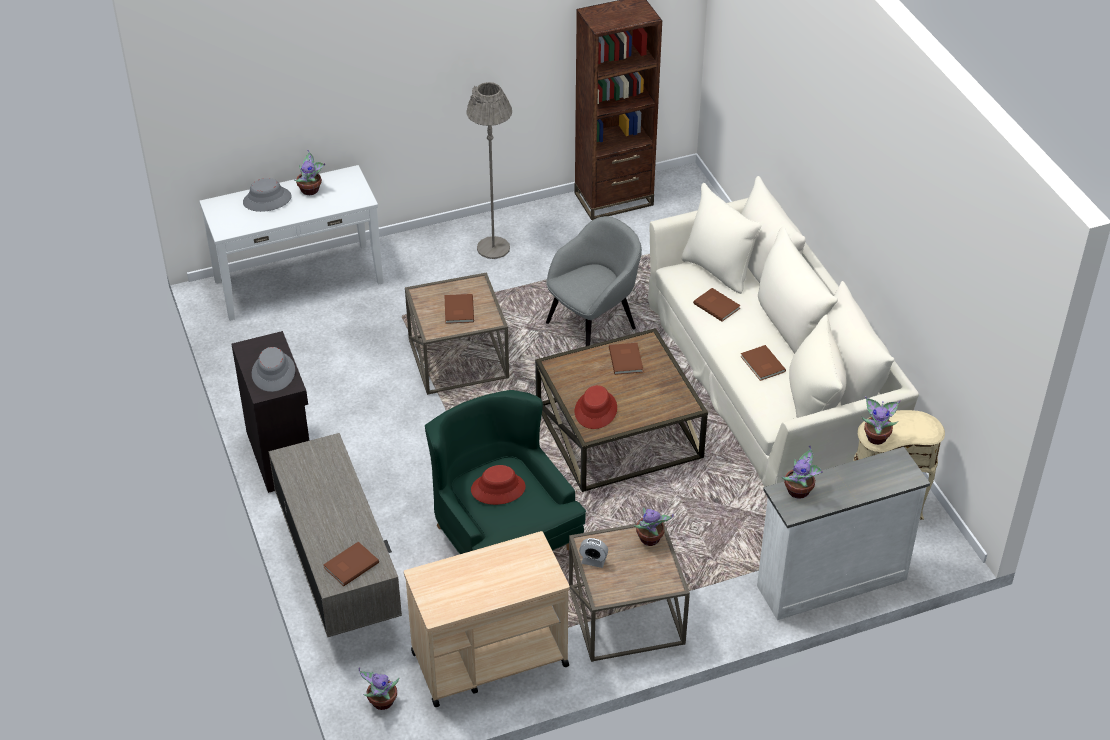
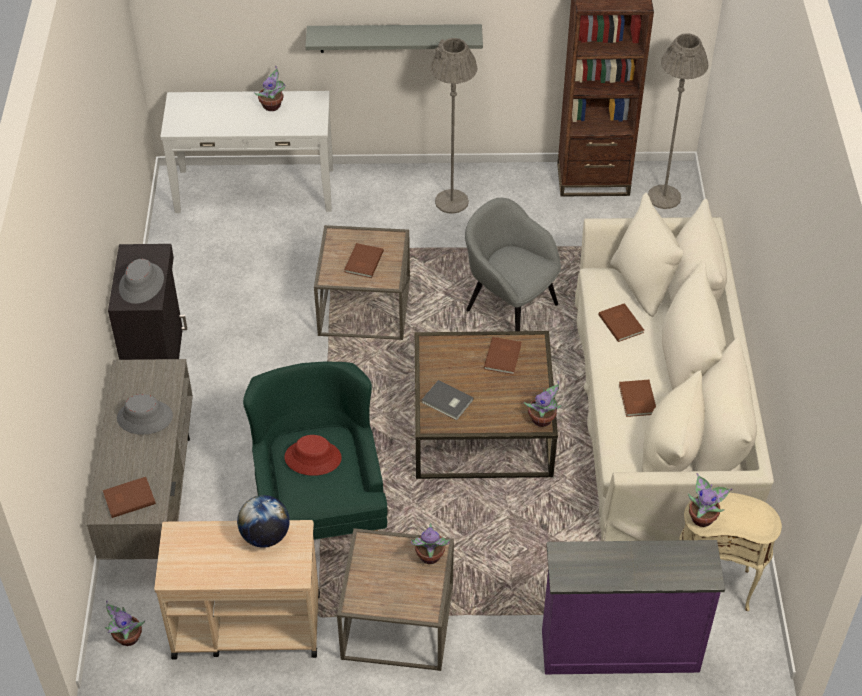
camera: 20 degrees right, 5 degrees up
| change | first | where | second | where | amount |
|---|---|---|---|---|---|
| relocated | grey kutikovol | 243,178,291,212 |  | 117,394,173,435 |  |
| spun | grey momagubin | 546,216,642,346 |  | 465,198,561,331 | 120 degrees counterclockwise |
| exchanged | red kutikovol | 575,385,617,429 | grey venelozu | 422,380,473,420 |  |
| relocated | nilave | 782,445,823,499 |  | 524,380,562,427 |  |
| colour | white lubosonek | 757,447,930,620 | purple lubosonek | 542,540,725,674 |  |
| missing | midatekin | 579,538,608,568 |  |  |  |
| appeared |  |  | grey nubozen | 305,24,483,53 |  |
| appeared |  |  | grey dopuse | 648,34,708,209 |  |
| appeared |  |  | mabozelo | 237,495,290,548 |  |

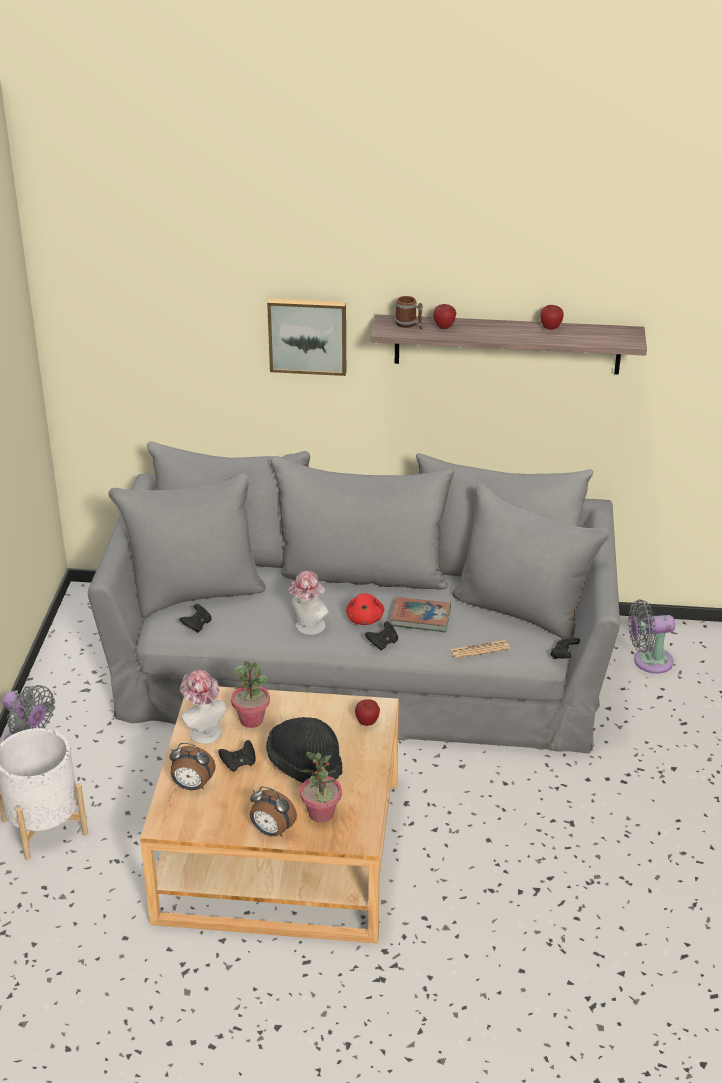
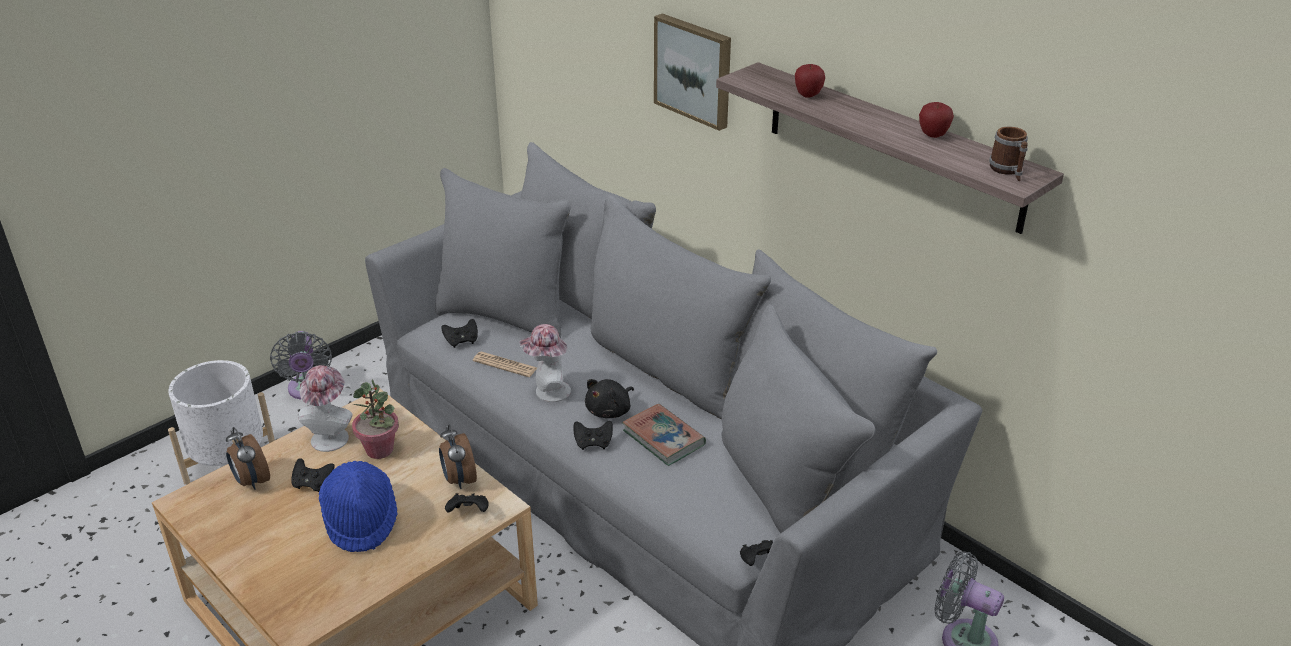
camera: 40 degrees right, 0 degrees up
| change | first | where | second | where | amount |
|---|---|---|---|---|---|
| relocated | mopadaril | 395,296,423,329 |  | 989,127,1028,182 |  |
| colour | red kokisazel | 346,593,384,625 | black kokisazel | 585,379,634,418 |  |
| relocated | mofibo | 450,640,510,659 |  | 473,351,537,377 |  |
| exchanged | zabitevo | 355,699,380,726 | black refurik | 445,493,489,512 |  |
| colour | black kutikovol | 266,717,343,783 | blue kutikovol | 319,461,398,552 |  |
| missing | nilave | 300,752,342,823 |  |  |  |
| relocated | midatekin | 250,786,297,837 |  | 439,424,477,489 |  |

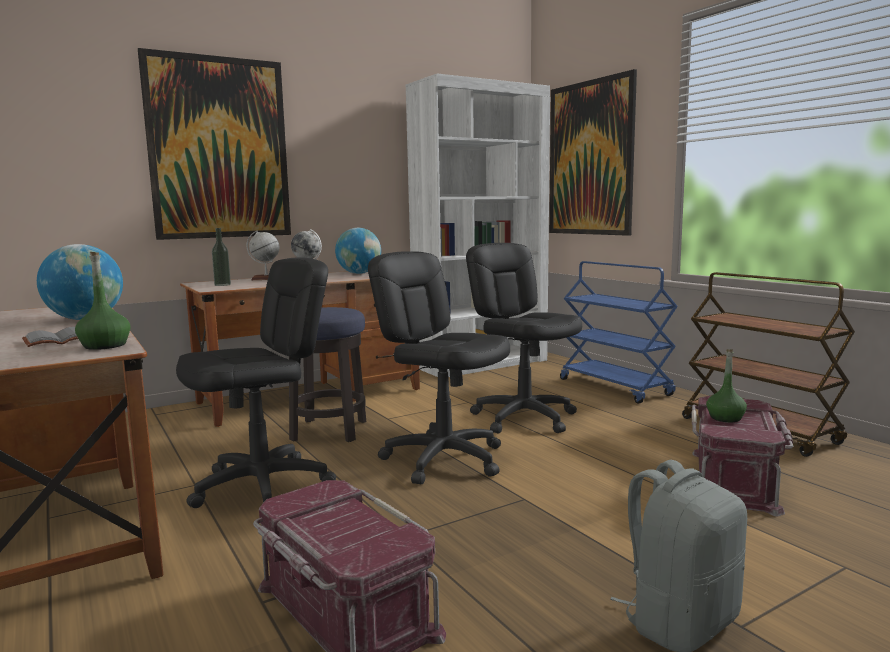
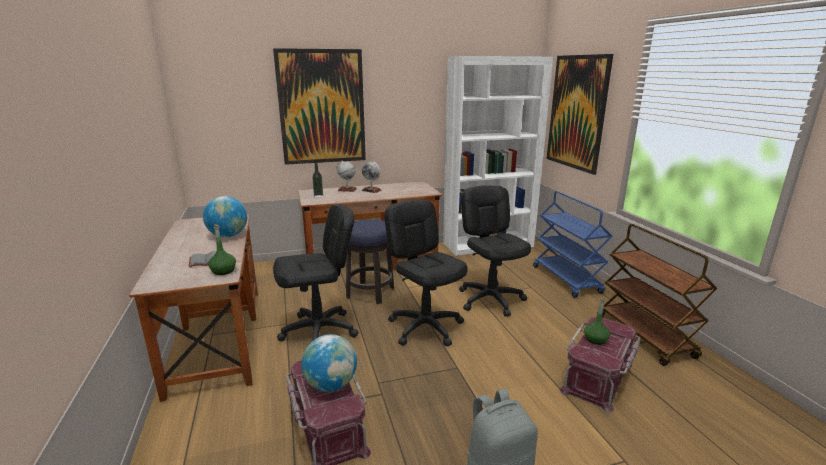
camera: 15 degrees right, 10 degrees up
| change | first | where | second | where | amount |
|---|---|---|---|---|---|
| relocated | mabozelo | 335,228,381,274 |  | 301,334,357,392 |  |

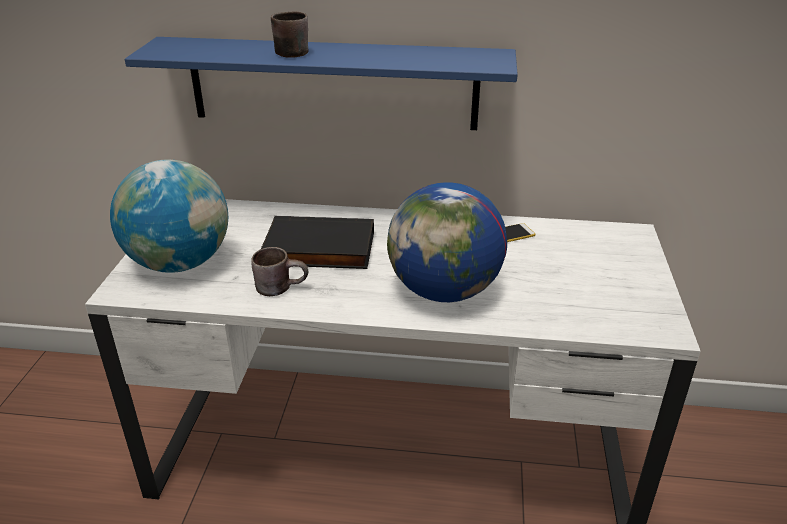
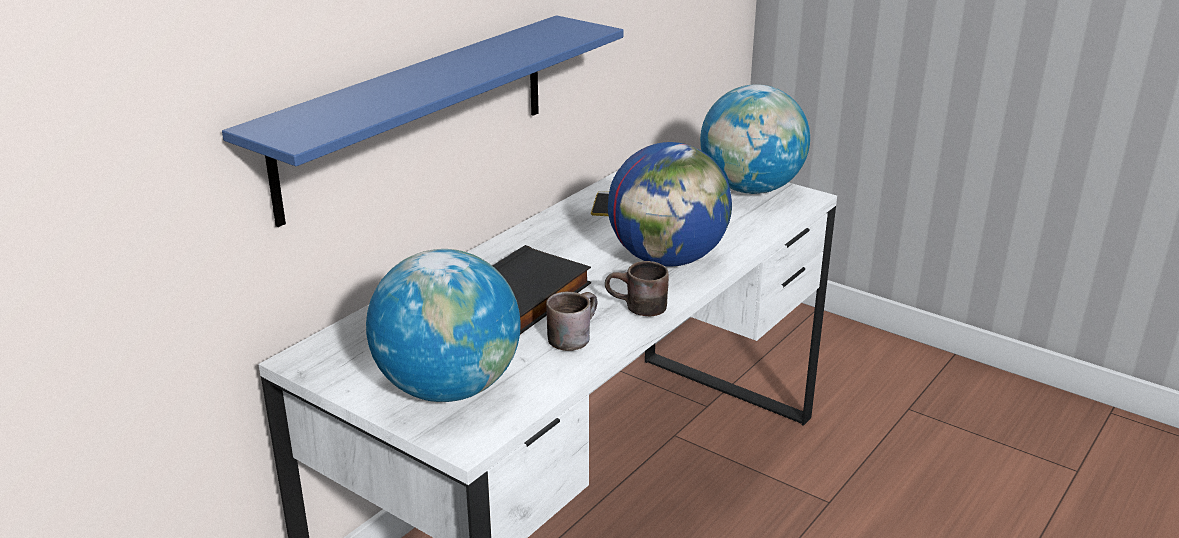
camera: 60 degrees left, 5 degrees down
| change | first | where | second | where | amount |
|---|---|---|---|---|---|
| relocated | brown mopadaril | 271,12,308,58 |  | 605,261,669,316 |  |
| appeared |  |  | mabozelo | 700,84,810,194 |  |

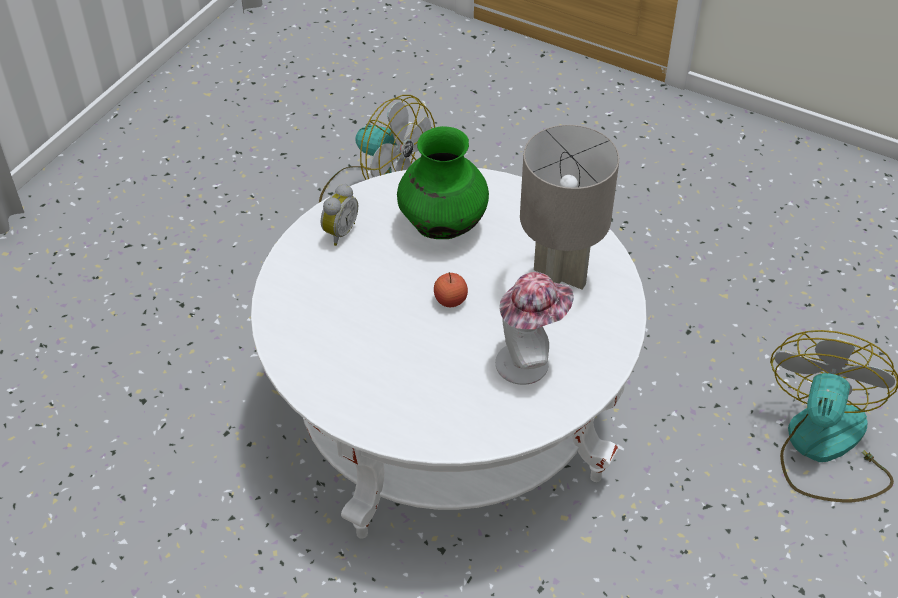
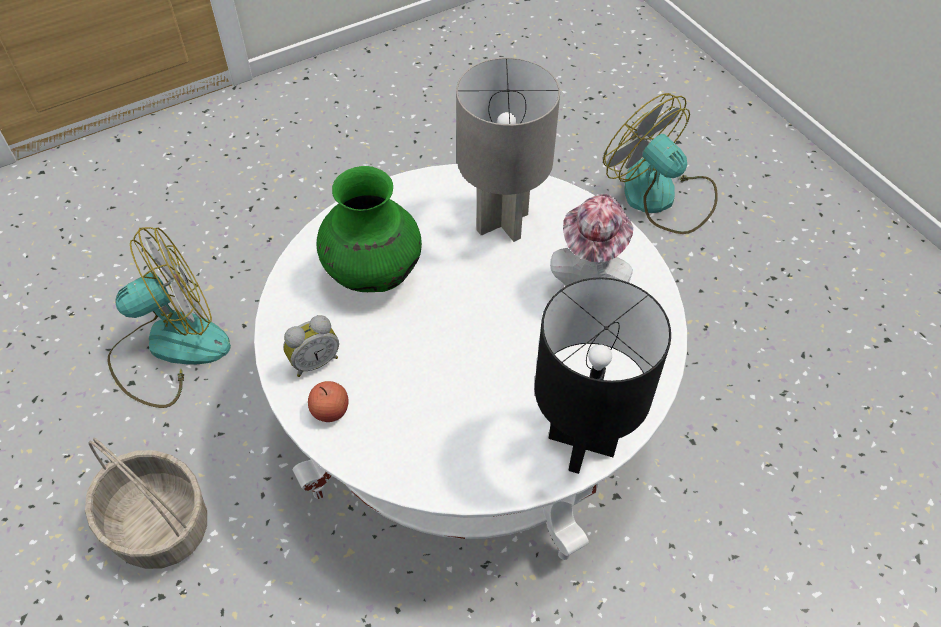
camera: 60 degrees left, 5 degrees up
| change | first | where | second | where | amount |
|---|---|---|---|---|---|
| spun | midatekin | 321,184,358,246 |  | 283,315,339,377 | 90 degrees clockwise |
| relocated | zabitevo | 434,272,468,307 |  | 308,381,349,422 |  |
| appeared |  |  | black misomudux | 535,277,671,474 |  |
| appeared |  |  | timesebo | 85,438,207,569 |  |

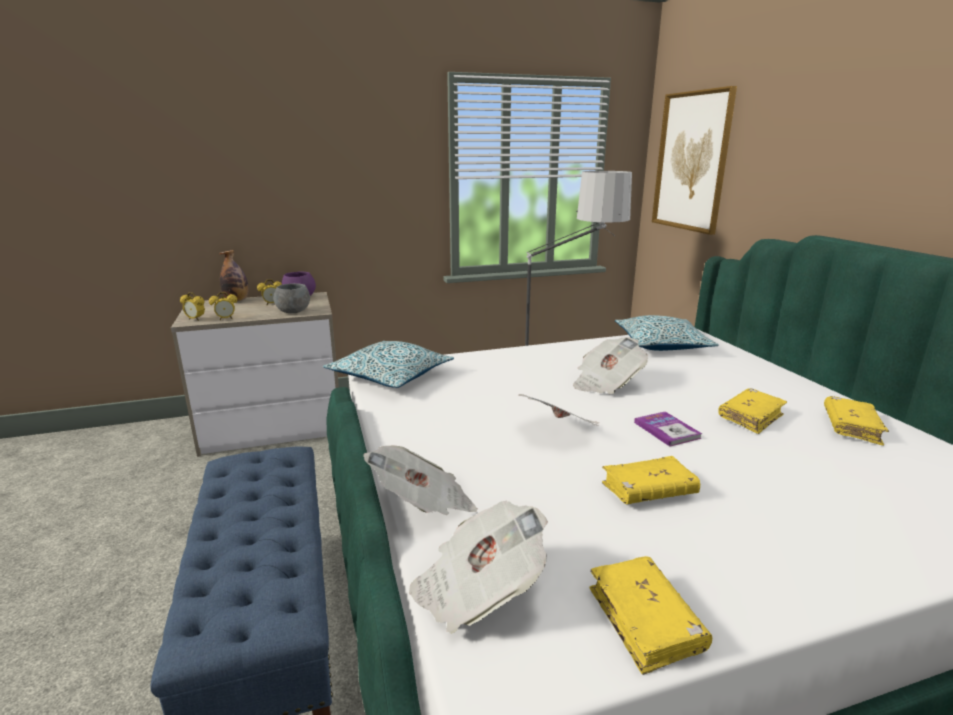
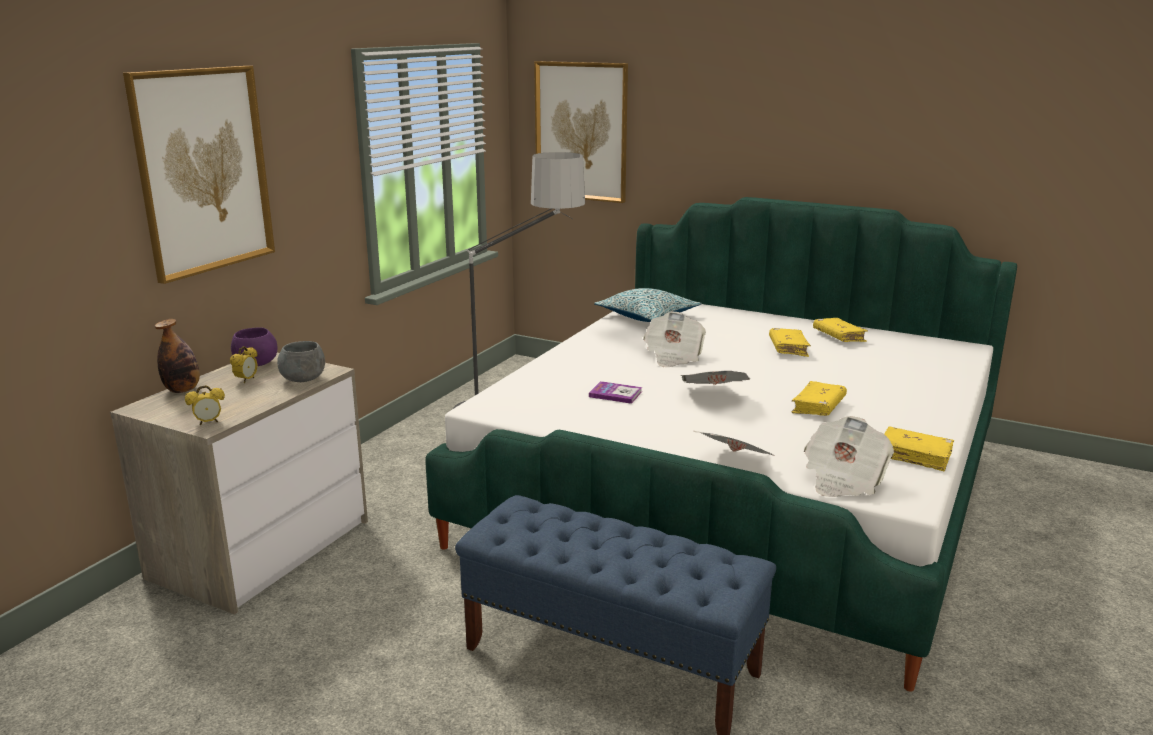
camera: 45 degrees left, 0 degrees up
| change | first | where | second | where | amount |
|---|---|---|---|---|---|
| missing | midatekin | 209,292,237,320 |  |  |  |
| missing | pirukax | 323,341,454,388 |  |  |  |
| relocated | venelozu | 634,411,702,447 |  | 589,381,642,404 |  |
| appeared |  |  | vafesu | 123,66,275,284 |  |

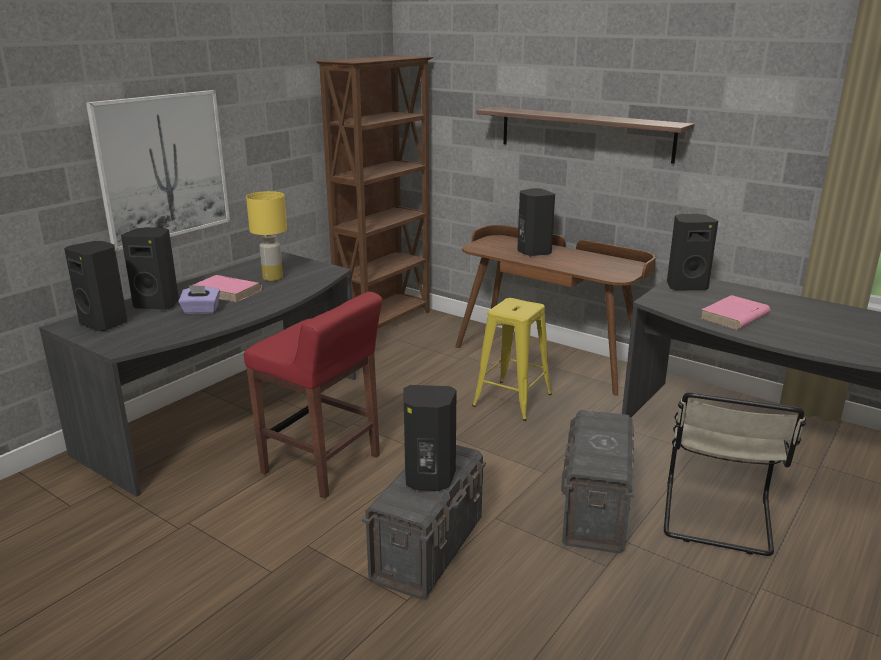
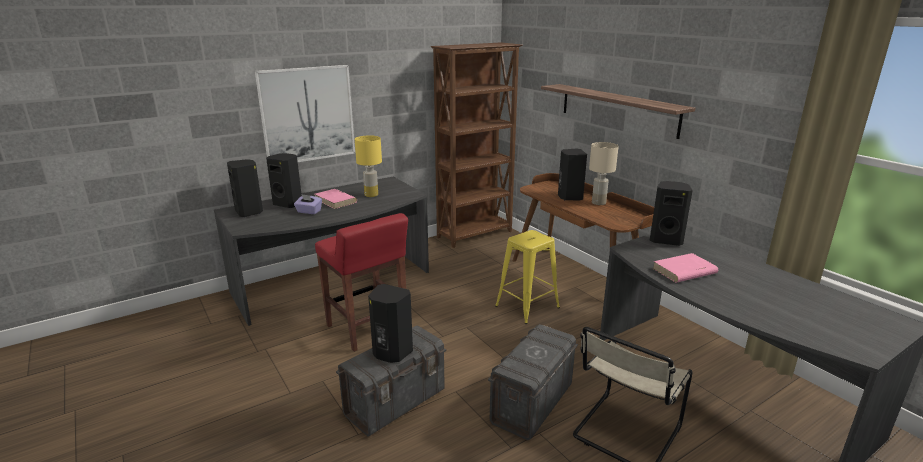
camera: 20 degrees right, 0 degrees up
| change | first | where | second | where | amount |
|---|---|---|---|---|---|
| appeared |  |  | beige misomudux | 589,142,619,205 |  |

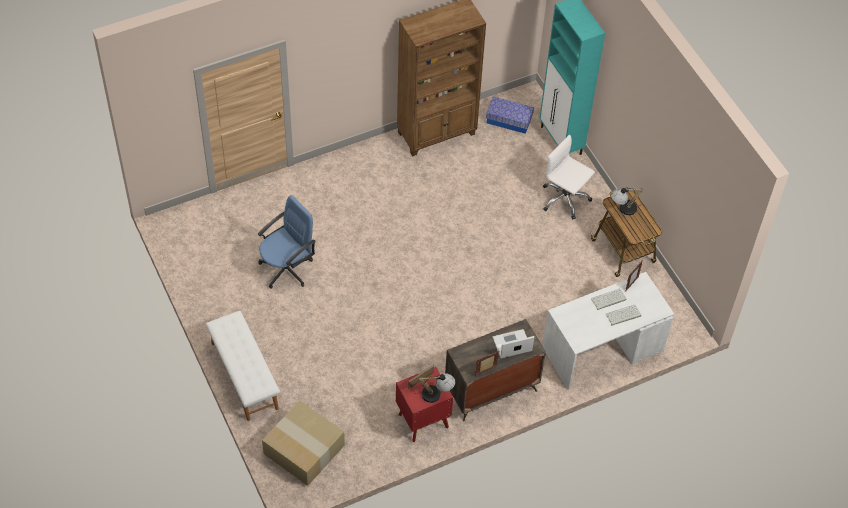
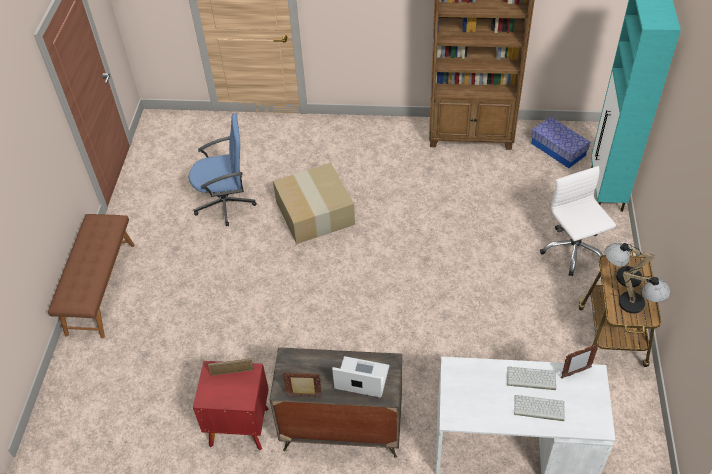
camera: 35 degrees right, 5 degrees down
| change | first | where | second | where | amount |
|---|---|---|---|---|---|
| colour | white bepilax | 206,311,280,421 | brown bepilax | 48,214,135,338 |  |
| relocated | misomudux | 416,373,455,403 |  | 612,271,671,314 |  |
| relocated | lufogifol | 262,400,345,486 |  | 273,163,355,244 |  |

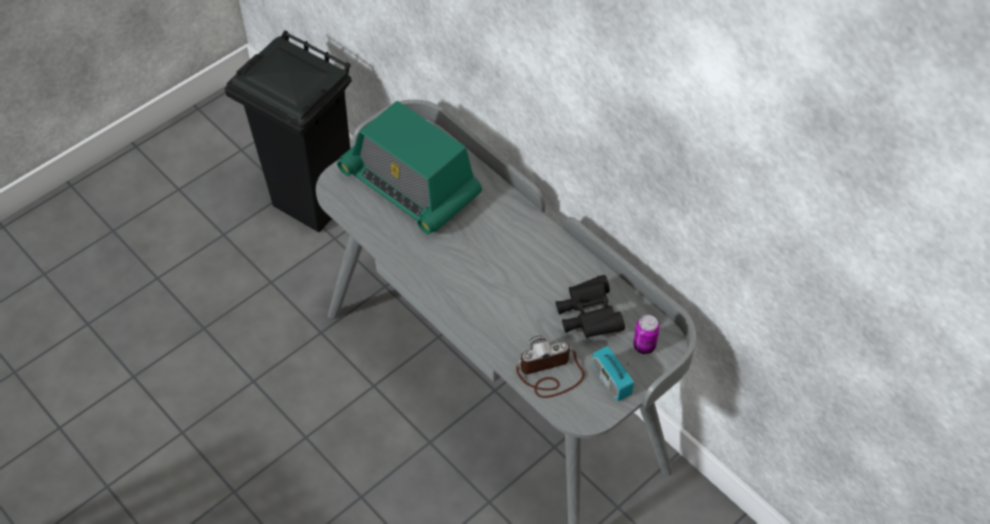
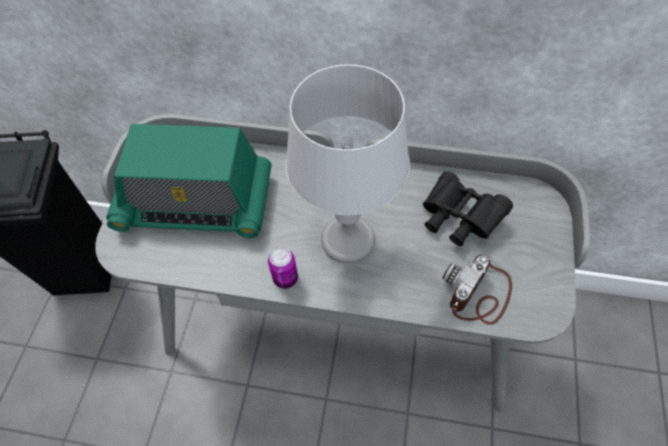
camera: 35 degrees left, 5 degrees up
| change | first | where | second | where | amount |
|---|---|---|---|---|---|
| relocated | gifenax | 633,315,660,354 |  | 268,247,298,289 |  |
| missing | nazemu | 592,346,634,401 |  |  |  |
| appeared |  |  | grey misomudux | 286,64,410,264 |  |

